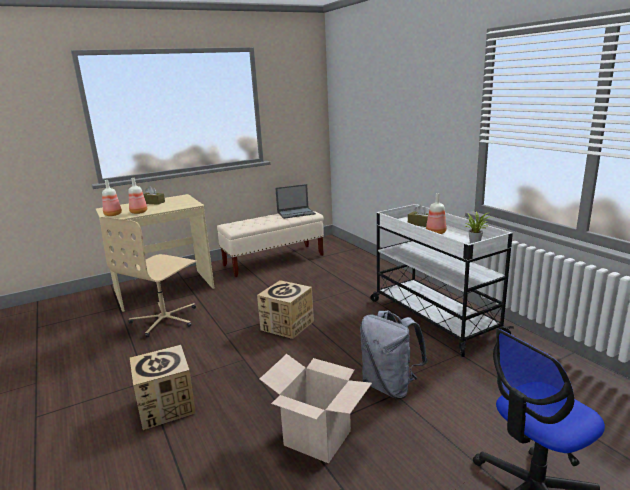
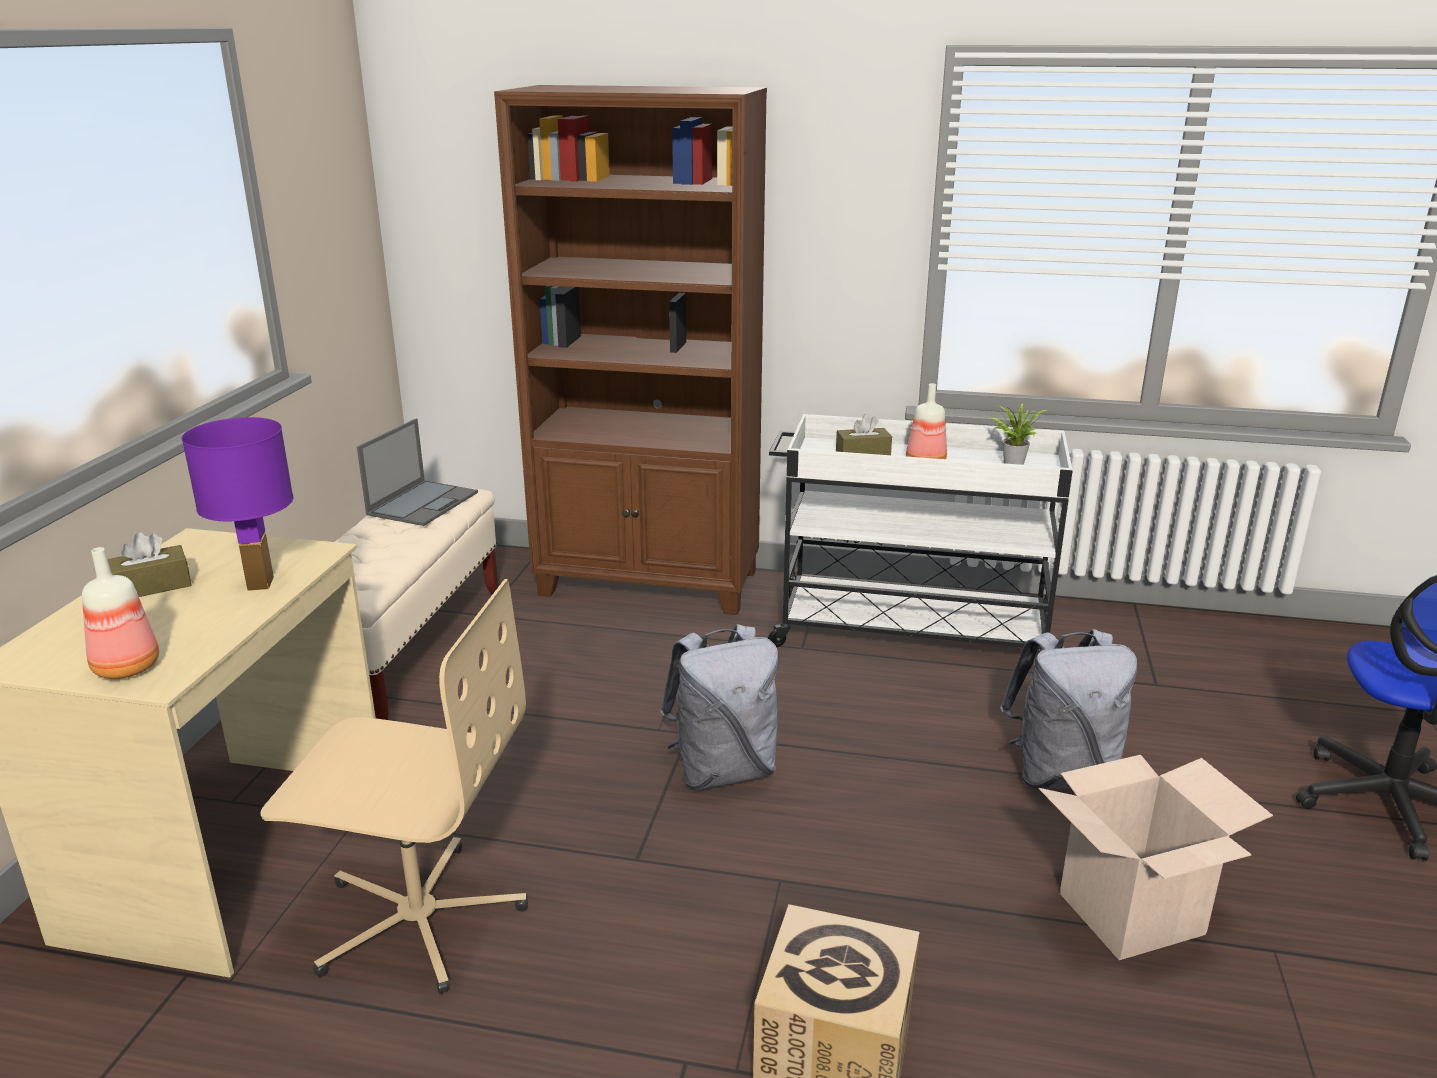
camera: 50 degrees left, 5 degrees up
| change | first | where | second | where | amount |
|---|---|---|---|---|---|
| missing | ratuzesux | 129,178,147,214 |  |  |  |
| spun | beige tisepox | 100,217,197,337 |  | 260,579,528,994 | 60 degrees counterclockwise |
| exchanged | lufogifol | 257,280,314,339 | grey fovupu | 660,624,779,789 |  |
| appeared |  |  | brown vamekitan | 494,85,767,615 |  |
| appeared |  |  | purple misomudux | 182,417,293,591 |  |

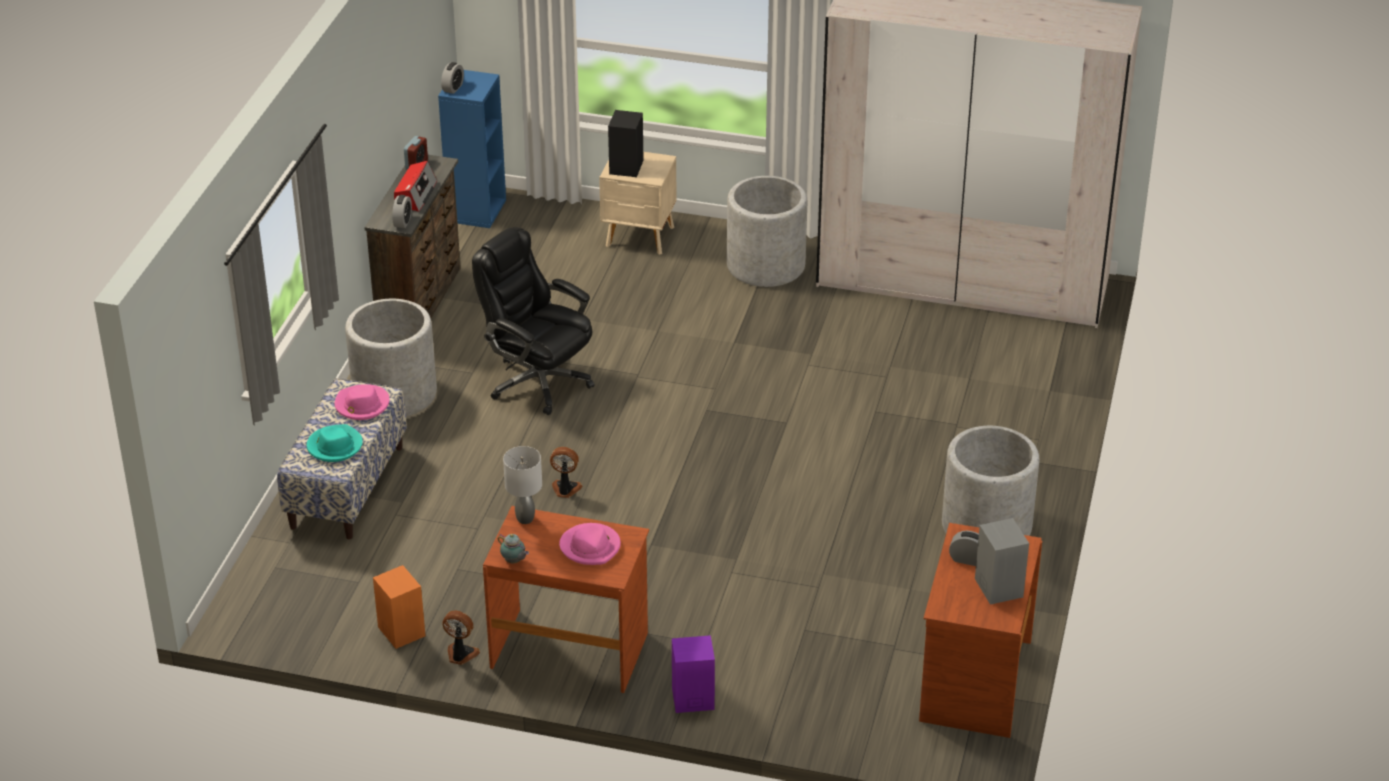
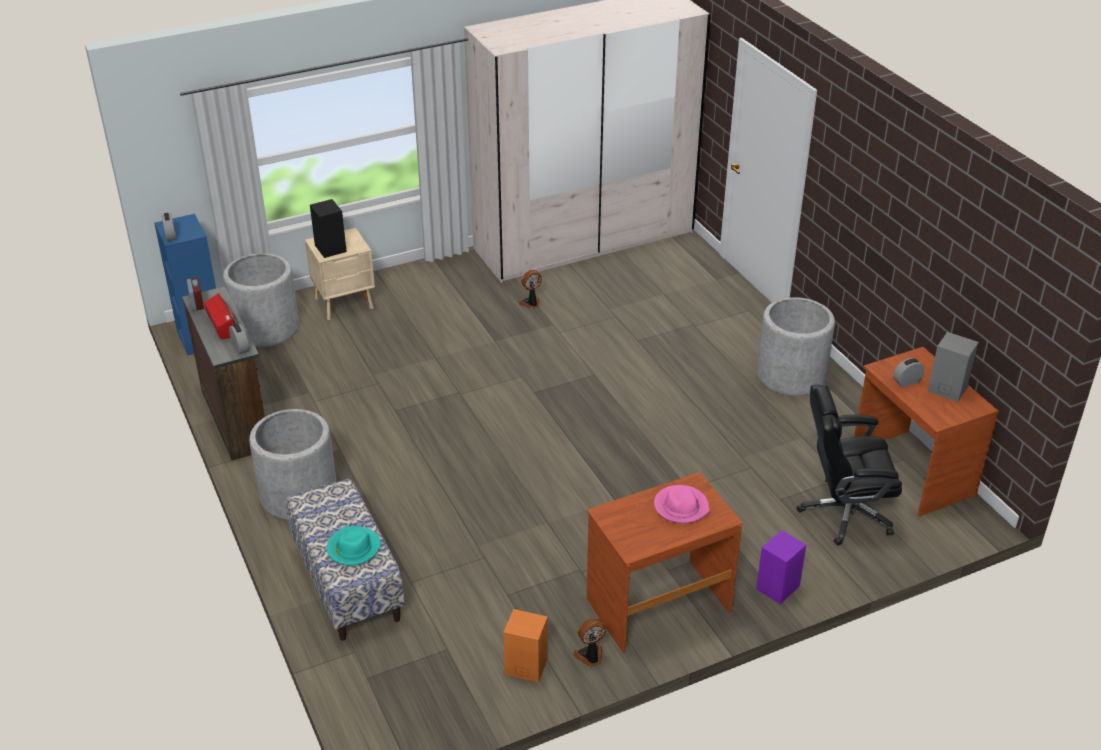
camera: 40 degrees left, 0 degrees up
| change | first | where | second | where | amount |
|---|---|---|---|---|---|
| relocated | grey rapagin | 727,176,807,287 |  | 223,253,299,347 |  |
| relocated | black tisepox | 472,227,595,415 |  | 796,385,902,546 |  |
| missing | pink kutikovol | 334,384,389,420 |  |  |  |
| missing | grey misomudux | 503,446,542,524 |  |  |  |
| relocated | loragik | 550,447,583,498 |  | 519,270,542,309 |  |
| missing | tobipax | 498,534,529,563 |  |  |  |

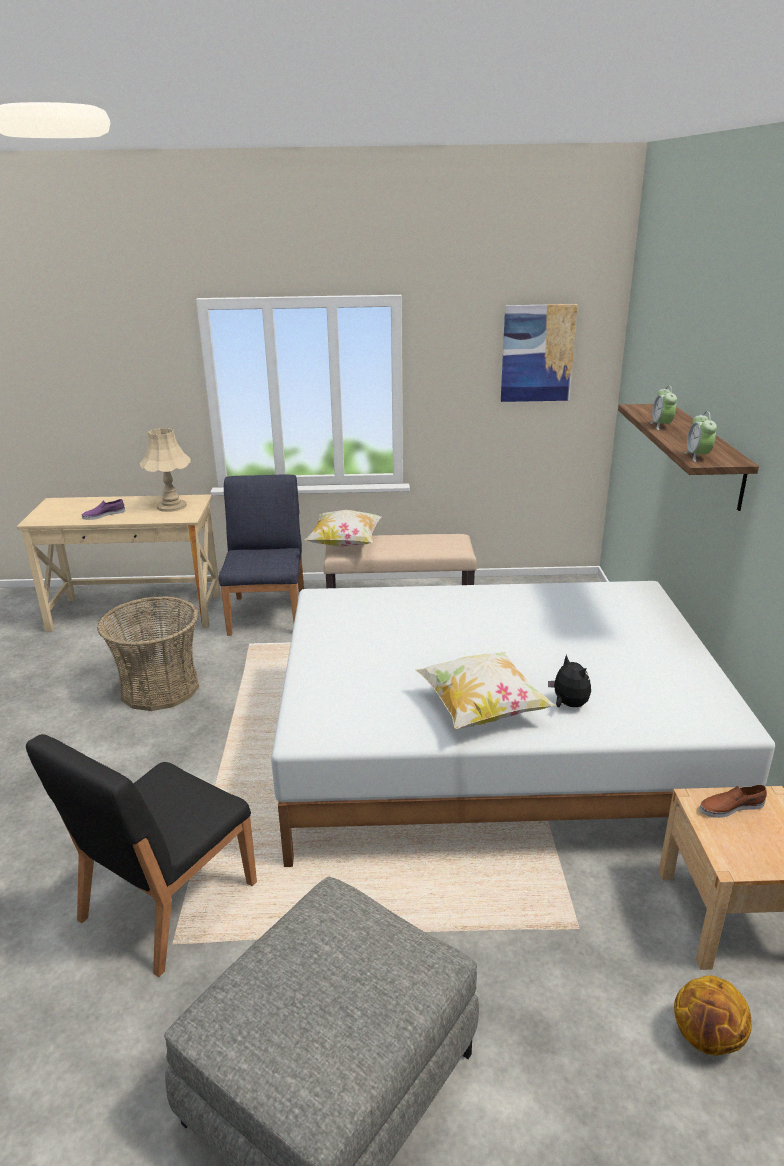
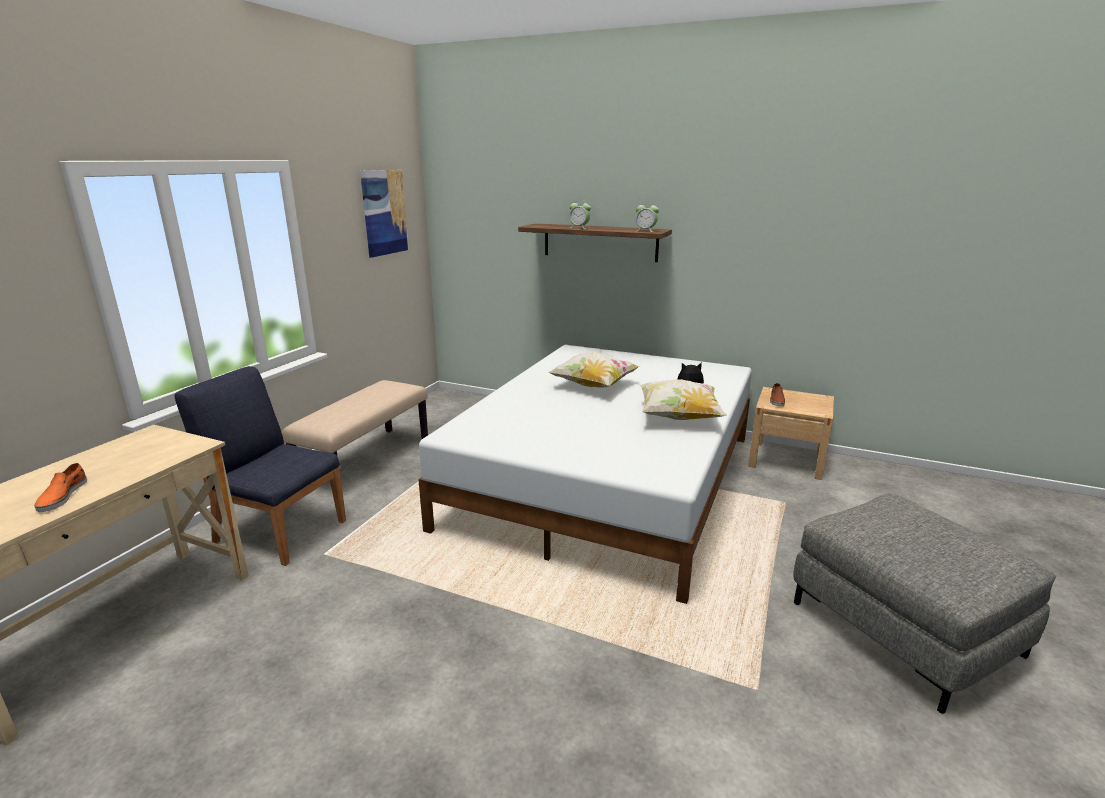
camera: 65 degrees left, 5 degrees down
| change | first | where | second | where | amount |
|---|---|---|---|---|---|
| missing | beige misomudux | 140,428,191,512 |  |  |  |
| colour | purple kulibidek | 82,499,125,520 | orange kulibidek | 34,463,87,512 |  |
| relocated | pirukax | 305,510,382,547 |  | 548,352,640,388 |  |
| missing | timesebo | 97,596,199,711 |  |  |  |
| missing | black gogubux | 26,734,257,977 |  |  |  |
| missing | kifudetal | 674,975,752,1055 |  |  |  |

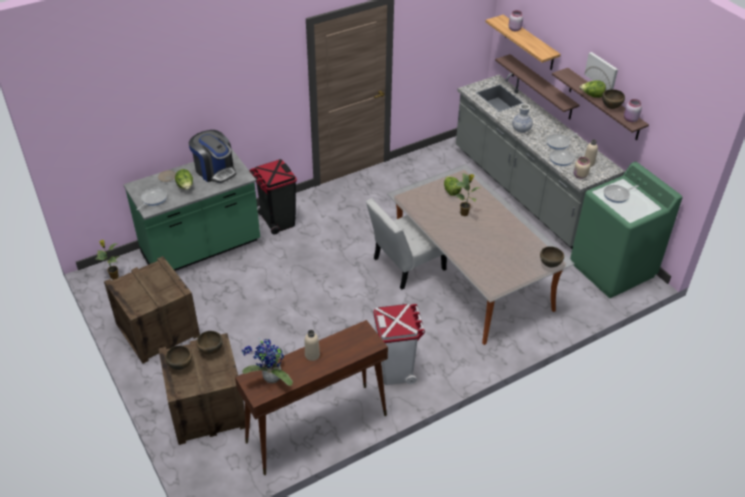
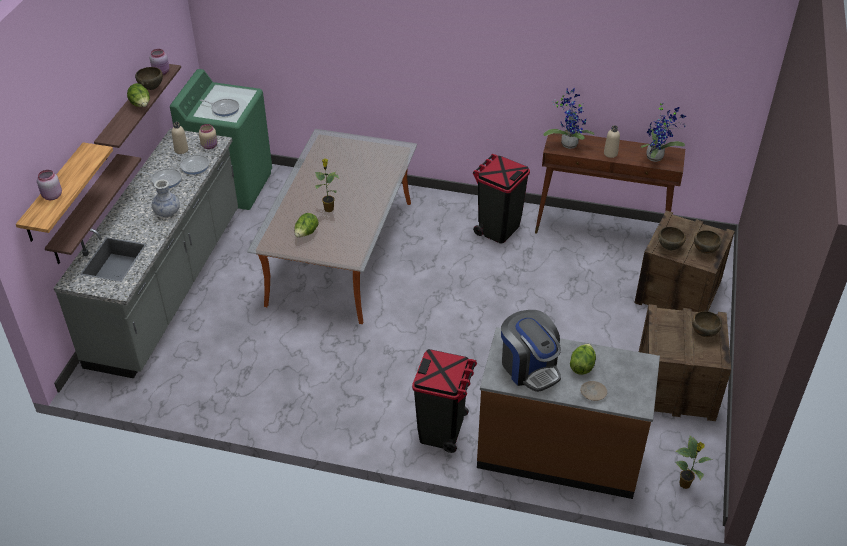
camera: 135 degrees left, 0 degrees up
| change | first | where | second | where | amount |
|---|---|---|---|---|---|
| missing | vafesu | 584,52,618,90 |  |  |  |
| spun | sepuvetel | 189,130,237,183 |  | 501,310,561,392 | 150 degrees clockwise |
| colour | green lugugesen | 123,149,260,271 | brown lugugesen | 477,327,660,499 |  |
| missing | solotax | 136,188,167,210 |  |  |  |
| missing | white gogubux | 366,198,447,290 |  |  |  |
| relocated | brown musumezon | 540,246,564,268 |  | 692,311,722,337 |  |
| colour | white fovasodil | 373,304,425,385 | black fovasodil | 473,154,530,244 |  |
| appeared |  |  | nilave | 543,88,595,149 |  |

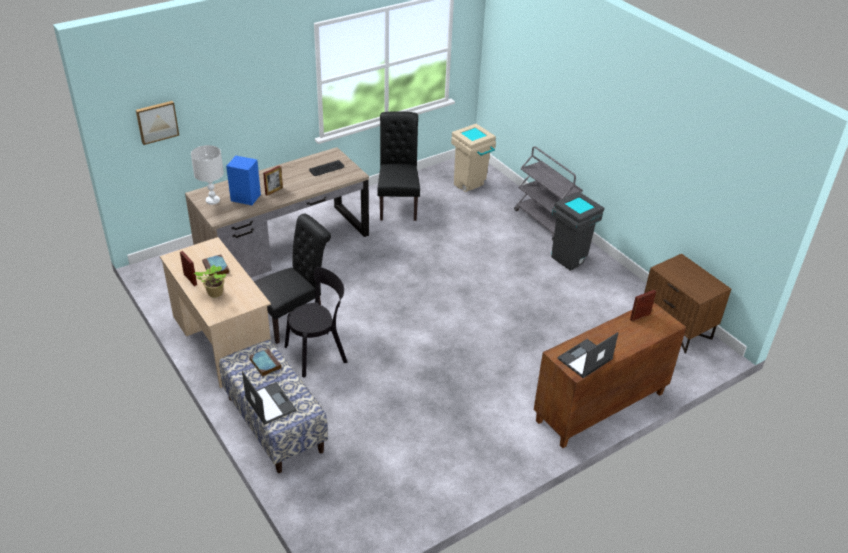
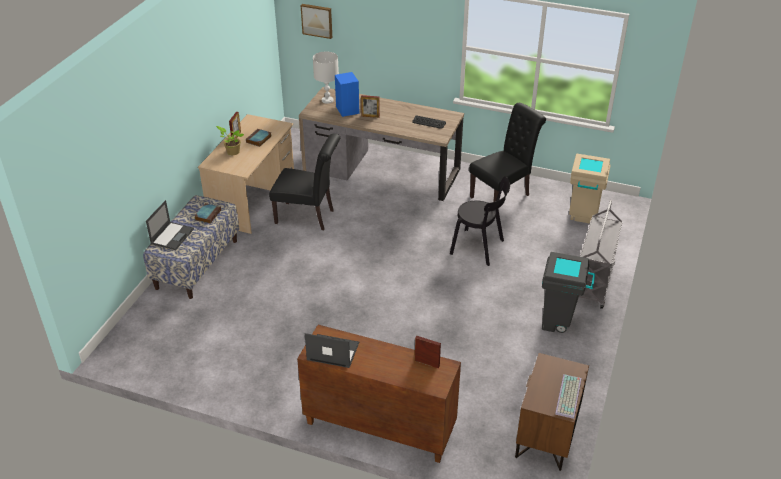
camera: 55 degrees right, 0 degrees up
| change | first | where | second | where | amount |
|---|---|---|---|---|---|
| relocated | black gogubux | 285,267,348,378 |  | 450,176,510,266 |  |
| appeared |  |  | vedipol | 555,374,581,419 |  |

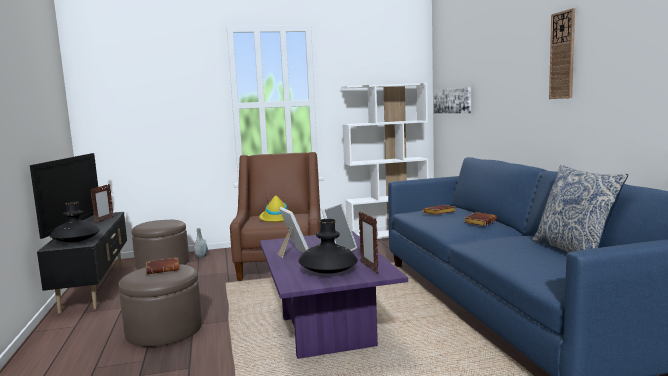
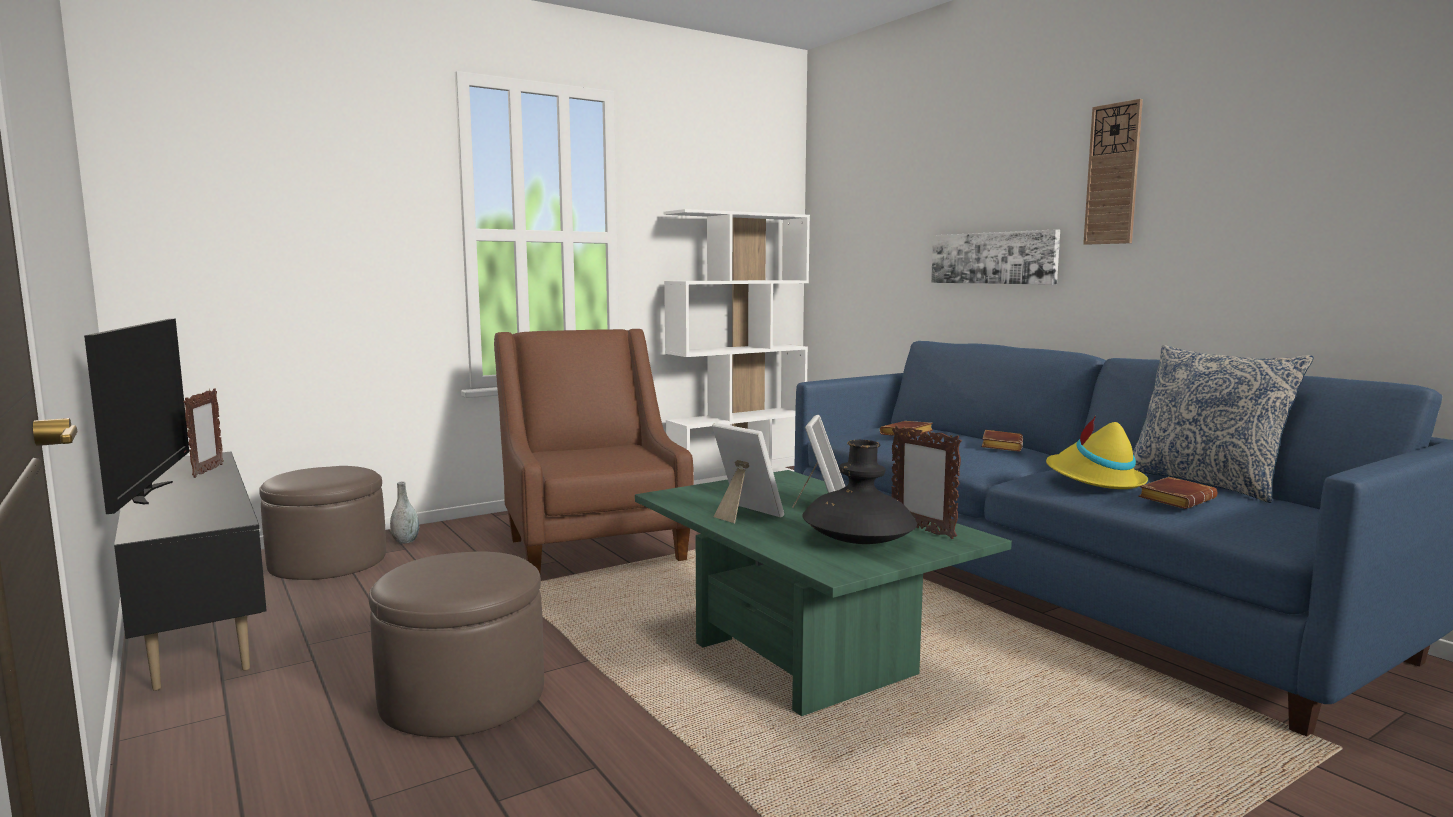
camera: 20 degrees left, 0 degrees up
| change | first | where | second | where | amount |
|---|---|---|---|---|---|
| relocated | vafesu | 434,87,471,114 |  | 931,229,1060,285 |  |
| relocated | yellow kutikovol | 259,194,288,222 |  | 1046,416,1148,489 |  |
| missing | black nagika | 50,202,100,242 |  |  |  |
| colour | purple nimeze | 260,231,408,359 | green nimeze | 635,470,1012,716 |  |
| relocated | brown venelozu | 146,257,179,274 |  | 1138,477,1217,509 |  |

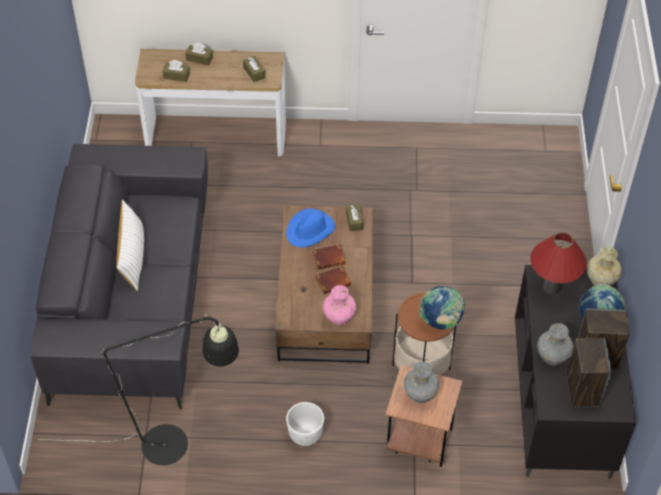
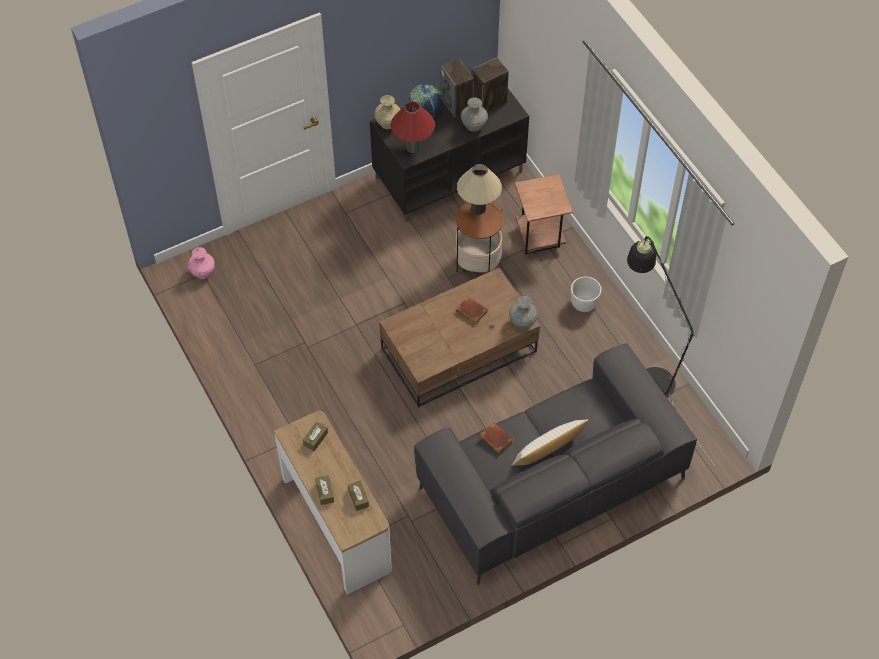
camera: 120 degrees left, 5 degrees up
| change | first | where | second | where | amount |
|---|---|---|---|---|---|
| missing | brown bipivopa | 346,204,364,231 |  |  |  |
| missing | blue kutikovol | 286,208,335,247 |  |  |  |
| relocated | brown venelozu | 312,244,346,270 |  | 480,423,514,454 |  |
| relocated | pink nagika | 323,285,356,325 |  | 188,247,215,279 |  |
| exchanged | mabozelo | 420,286,465,330 | beige misomudux | 457,164,502,215 |  |
| relocated | grey nagika | 403,362,439,403 |  | 509,296,538,329 |  |

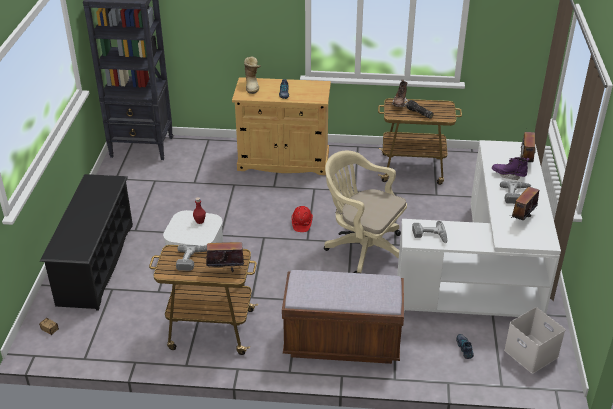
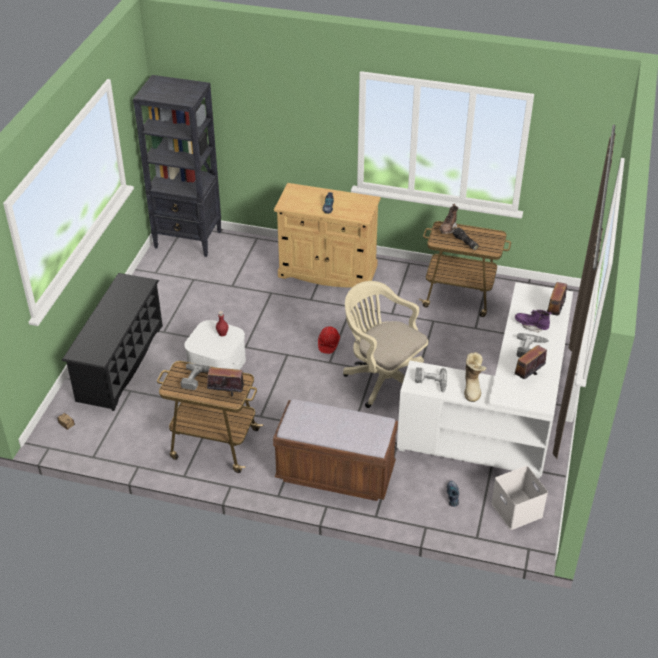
camera: 10 degrees right, 5 degrees up
| change | first | where | second | where | amount |
|---|---|---|---|---|---|
| relocated | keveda | 244,56,261,94 |  | 464,352,486,402 |  |

